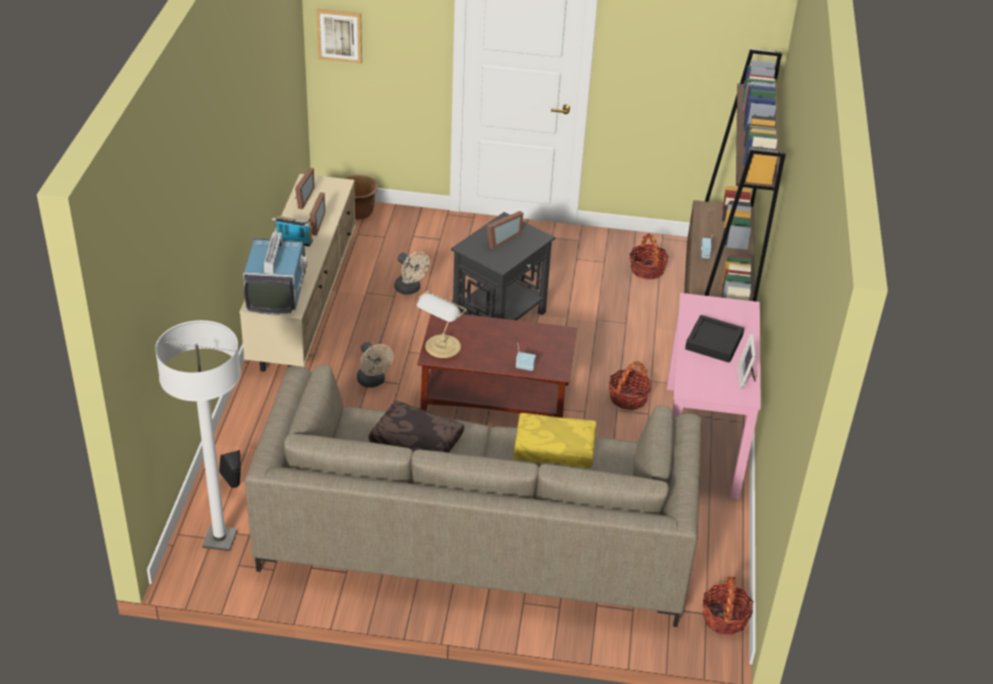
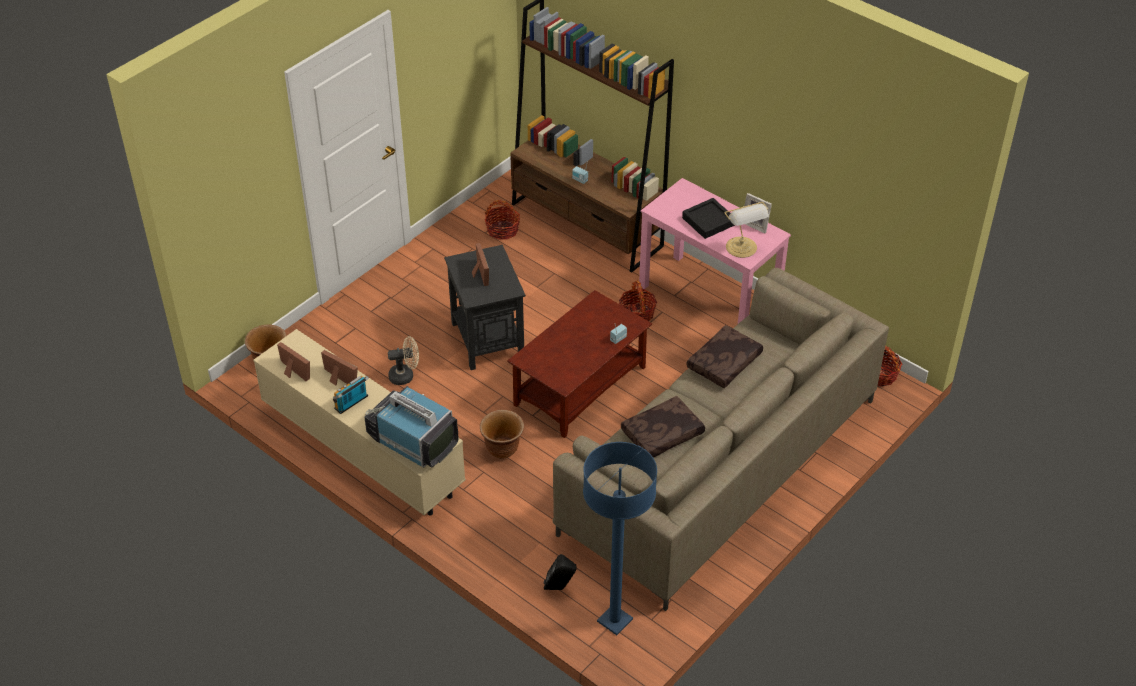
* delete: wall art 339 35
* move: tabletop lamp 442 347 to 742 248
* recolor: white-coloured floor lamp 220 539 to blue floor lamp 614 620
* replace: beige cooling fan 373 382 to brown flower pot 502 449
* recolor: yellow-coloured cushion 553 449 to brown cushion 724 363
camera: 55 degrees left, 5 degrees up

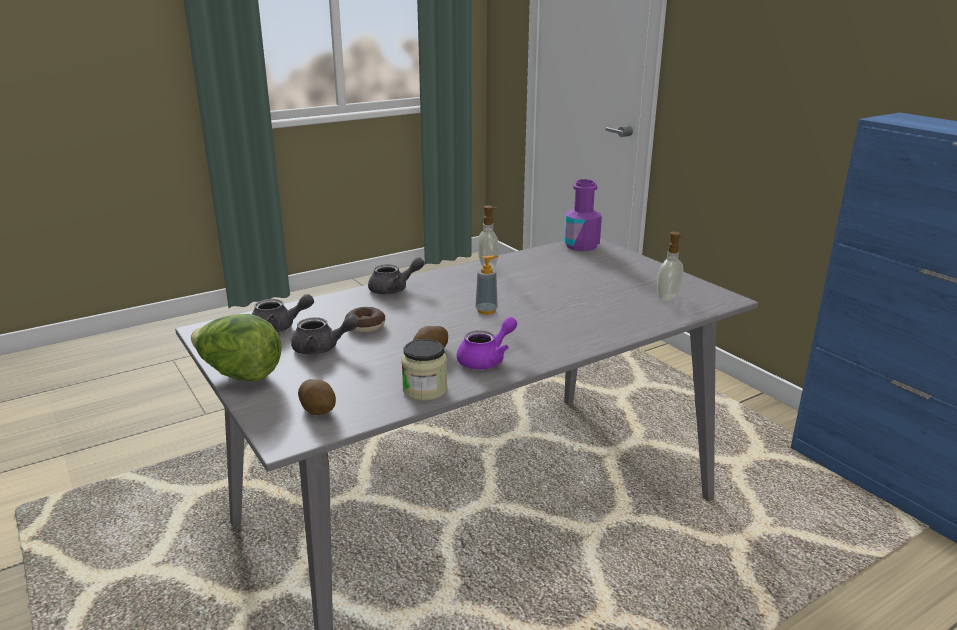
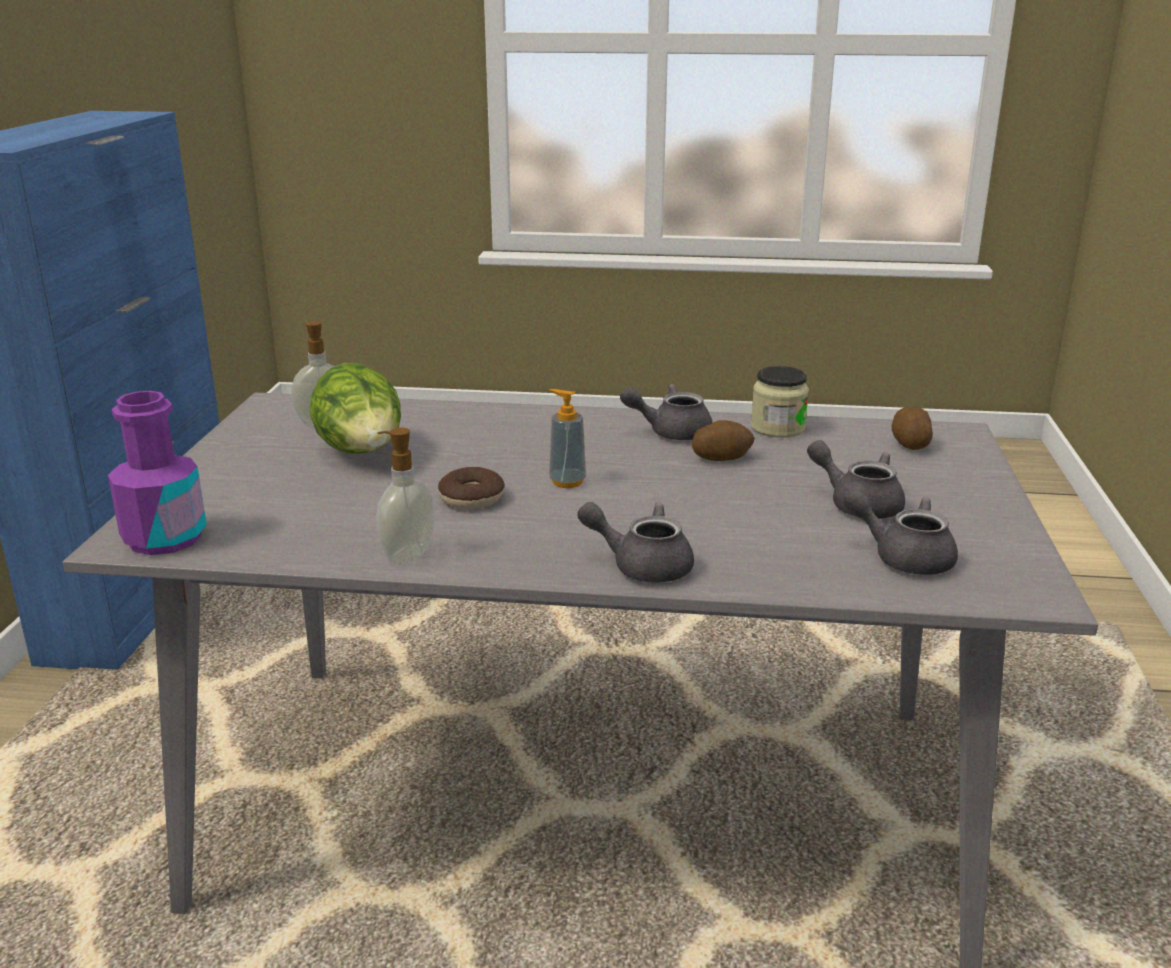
* move: donut 365 326 to 471 498
* move: head of lettuce 239 375 to 362 454
* recolor: purple pot for tea 487 360 to greyish pot for tea 671 432
camera: 140 degrees left, 0 degrees up

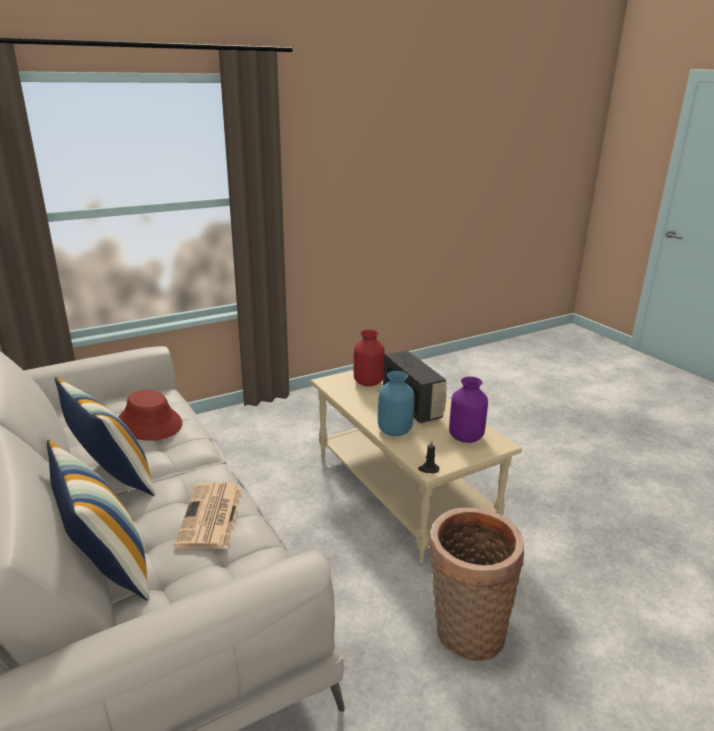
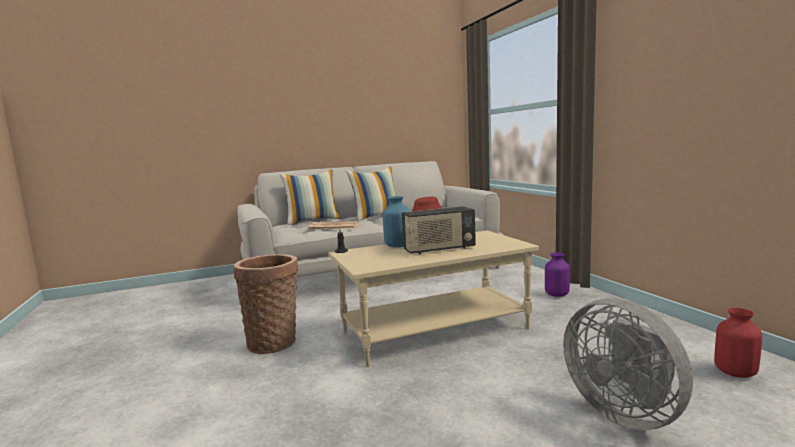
* move: reddish decorative vase 368 382 to 736 372
* move: purple decorative vase 466 437 to 557 294
* insert: greyish cooling fan 625 412
camera: 100 degrees right, 15 degrees down

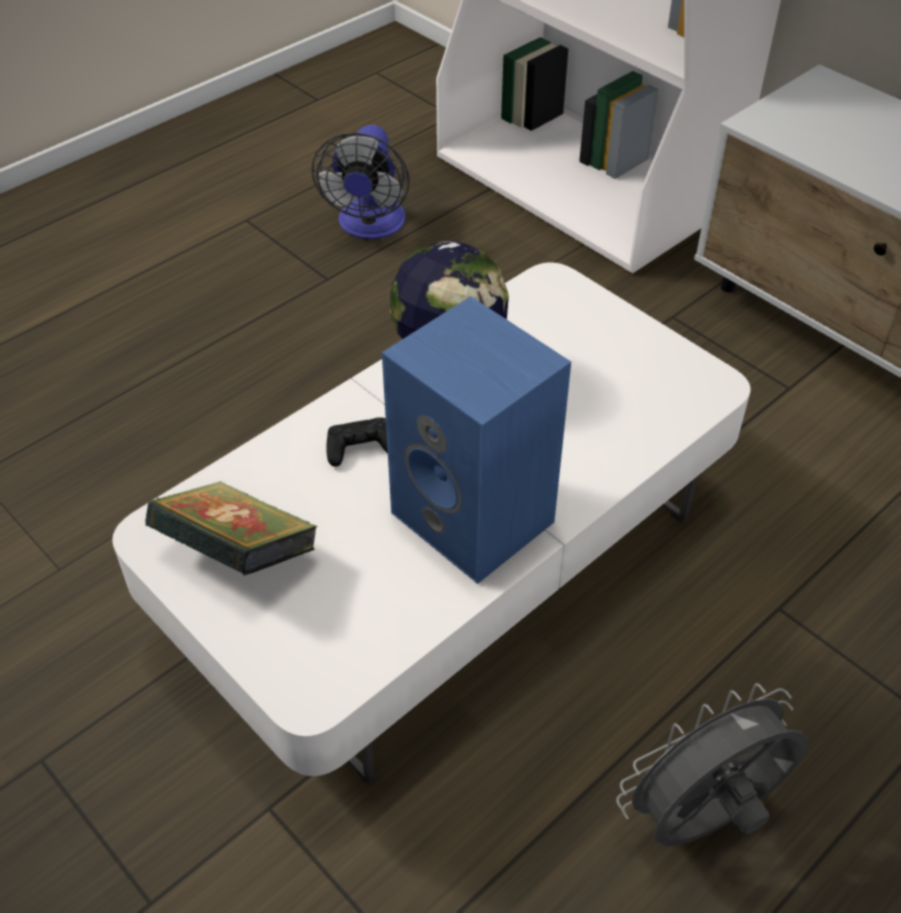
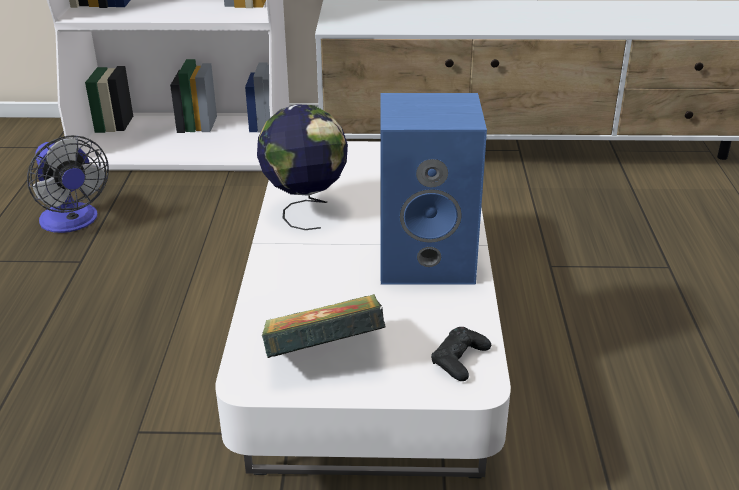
* move: black-coloured gamepad 361 448 to 459 359
* delete: greyish cooling fan 703 820
camera: 45 degrees left, 15 degrees down

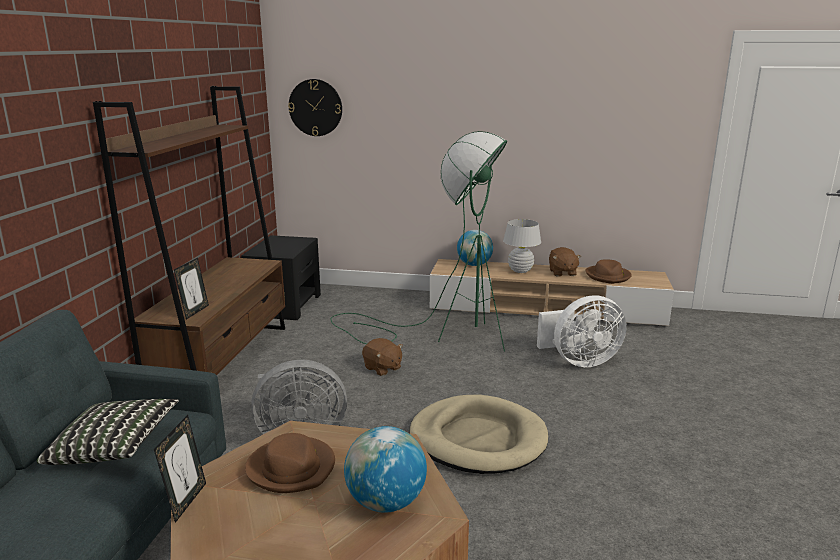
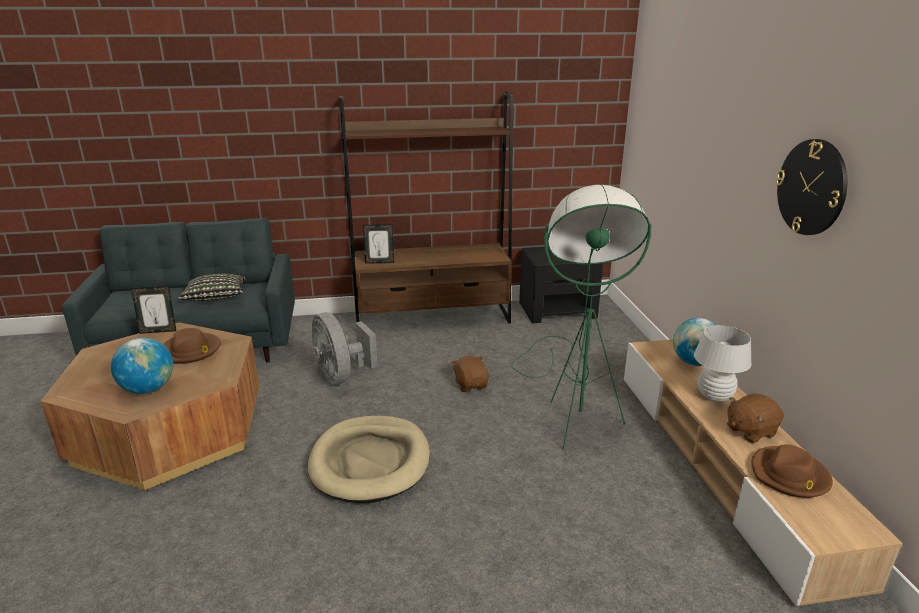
* move: hanging clock 315 107 to 811 187
* delete: white-coloured cooling fan 579 361
* rotate: brown plush toy 382 368 = 471 385 135 degrees clockwise
camera: 70 degrees right, 5 degrees up

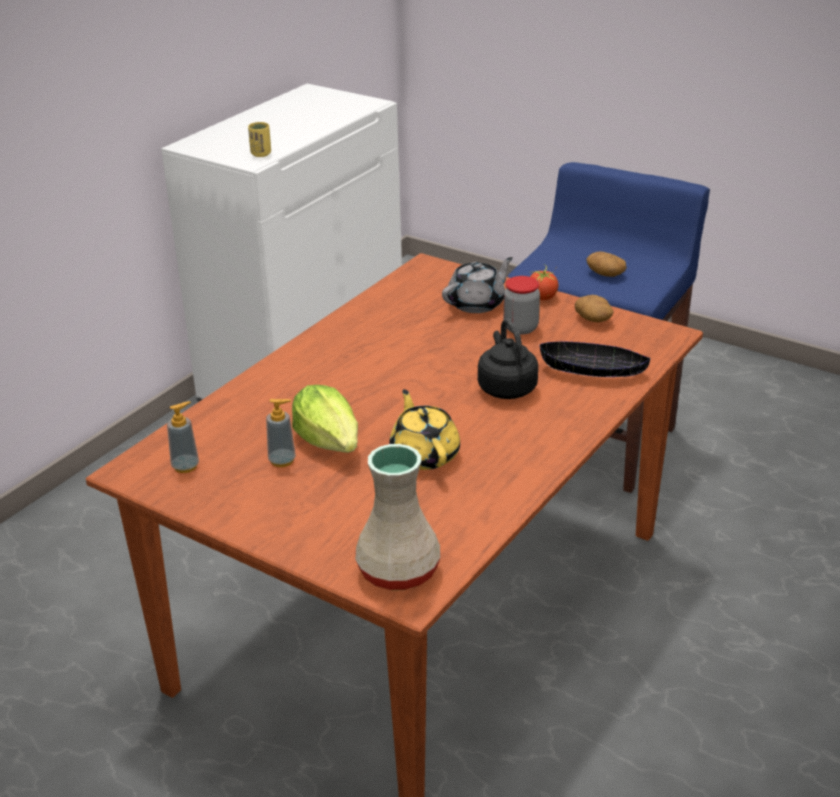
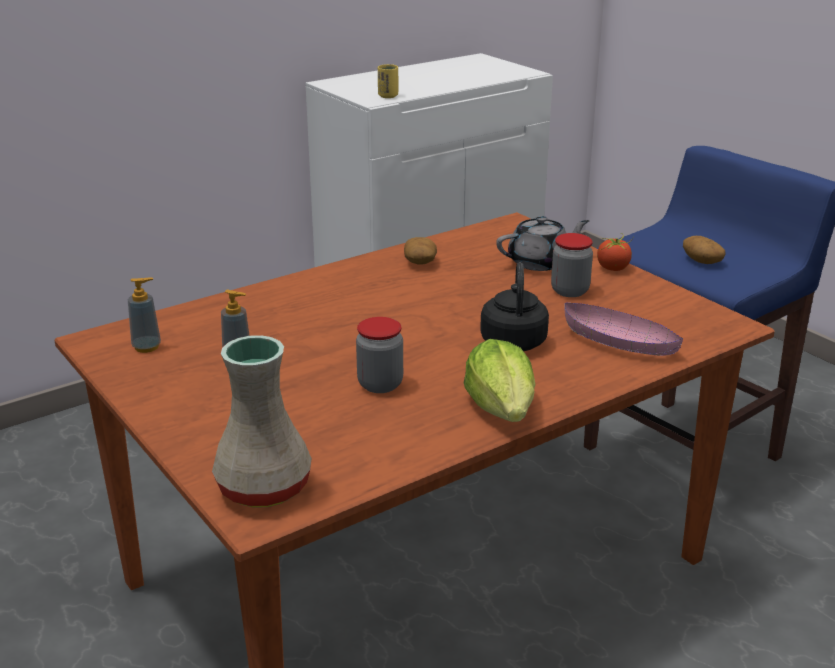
* move: whole potato 594 319 to 420 262
* recolor: black-coloured bowl 593 371 to pinkish bowl 619 343
* move: head of lettuce 330 442 to 502 409
* replace: yellow-coloured pot for tea 424 454 to storage jar 380 384
camera: 20 degrees right, 5 degrees down

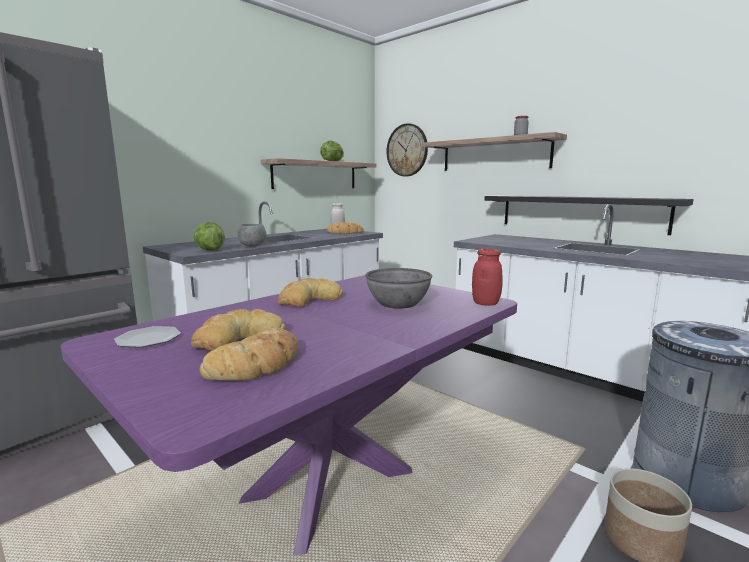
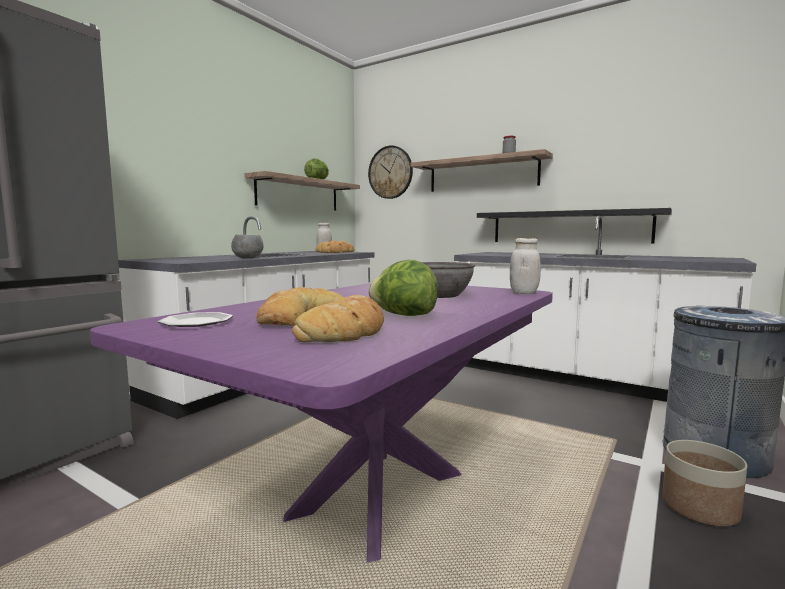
* move: head of lettuce 209 250 to 404 315
* recolor: reddish storage jar 485 303 to white-coloured storage jar 524 293
* delete: bread 309 300
camera: 10 degrees left, 5 degrees down

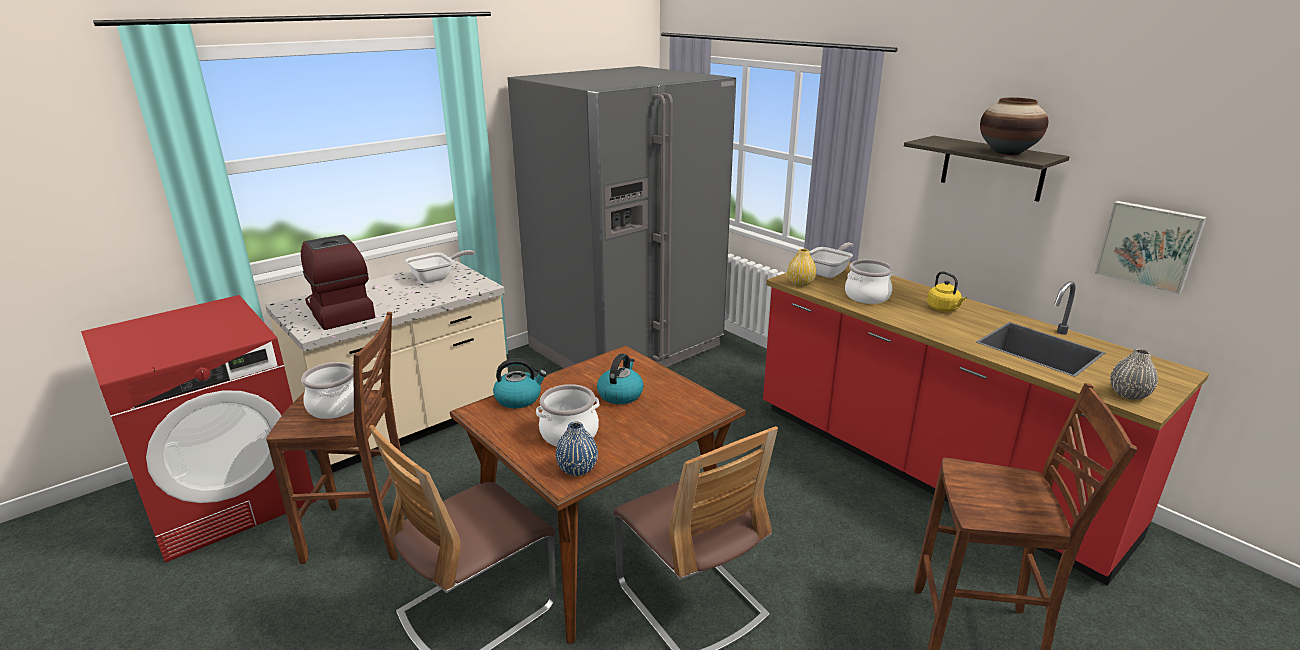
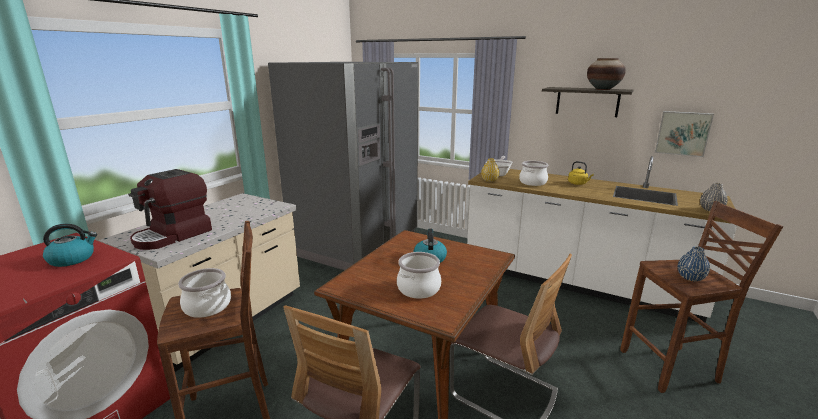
* rotate: coffee brewer 338 312 = 173 235 90 degrees counterclockwise
* delete: skillet 437 278
* recolor: reddish kitchen base unit 927 470 to white-coloured kitchen base unit 576 282
* move: tea kettle 519 398 to 72 259
* move: blue decorative vase 577 469 to 690 278
camera: 20 degrees left, 5 degrees down

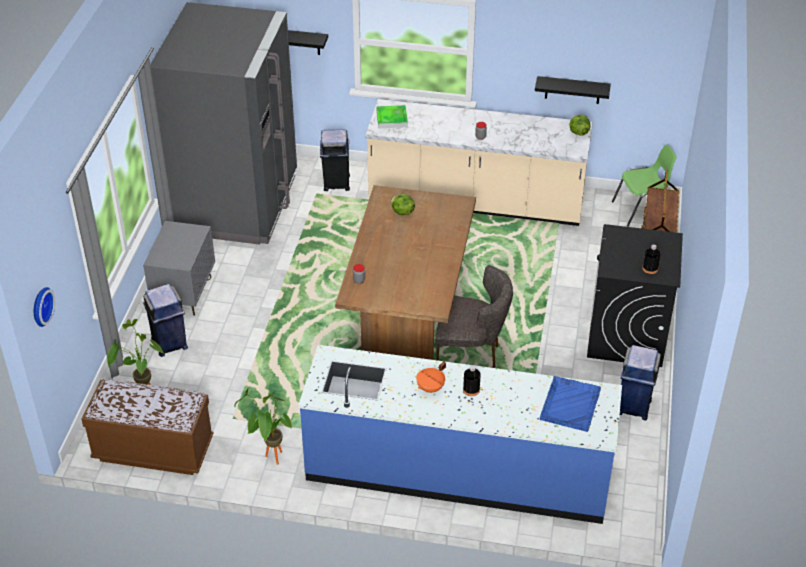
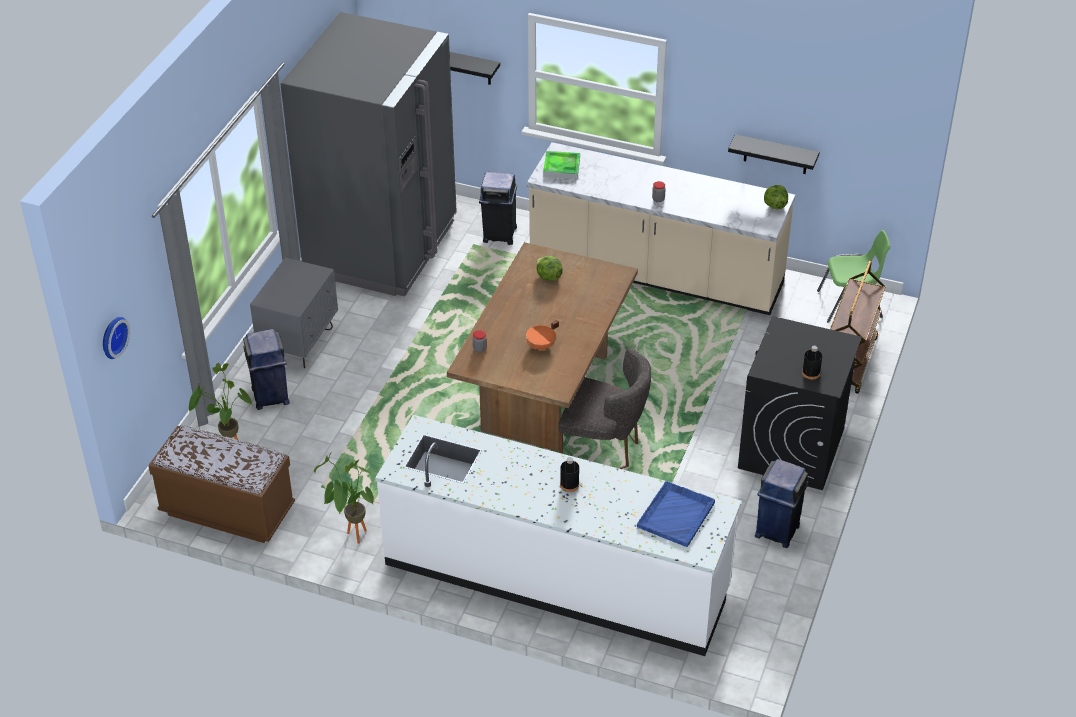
* recolor: blue kitchen base unit 458 471 to white-coloured kitchen base unit 556 576
* move: orangey stockpot 431 388 to 541 346
camera: 10 degrees right, 0 degrees up

